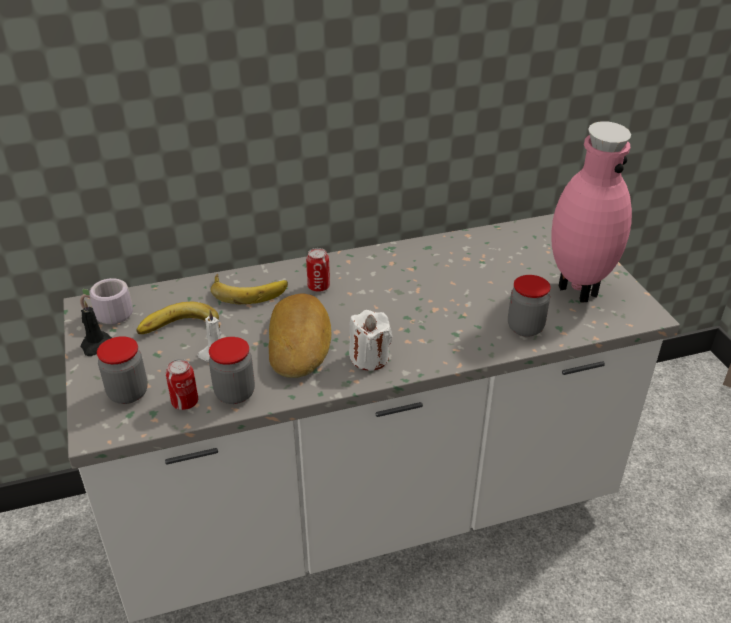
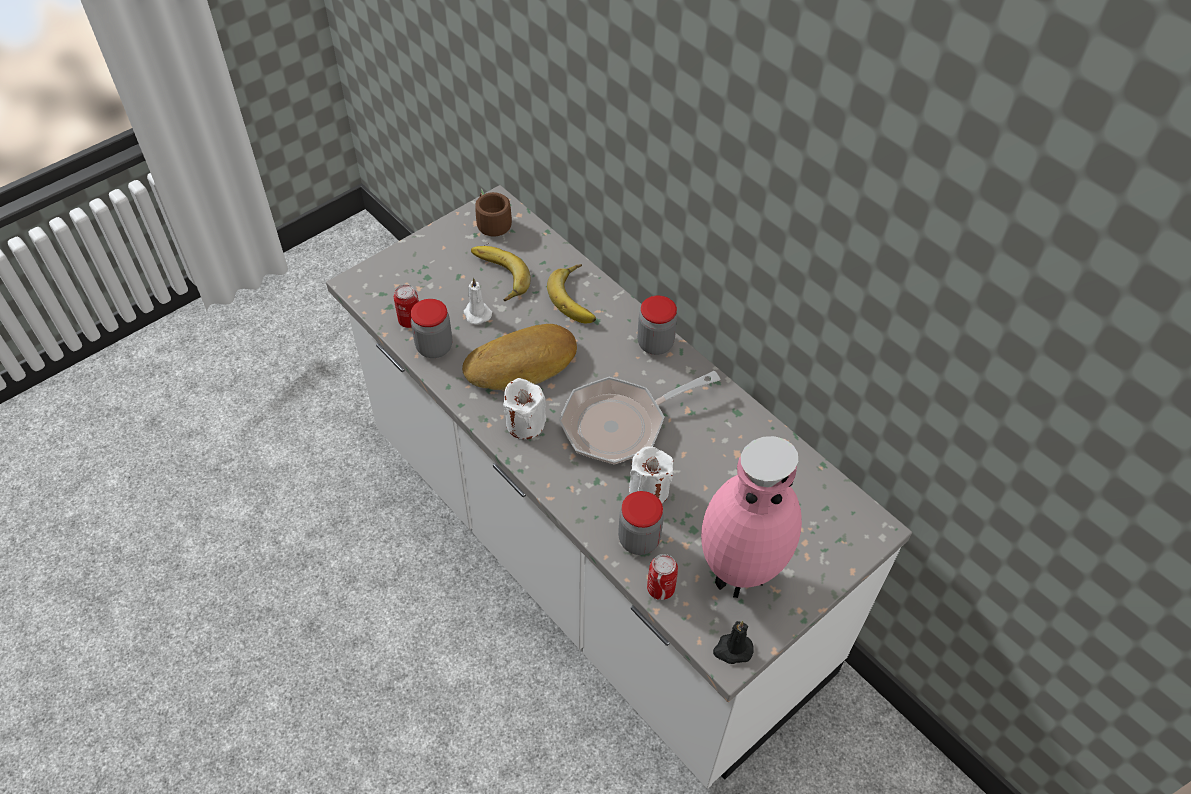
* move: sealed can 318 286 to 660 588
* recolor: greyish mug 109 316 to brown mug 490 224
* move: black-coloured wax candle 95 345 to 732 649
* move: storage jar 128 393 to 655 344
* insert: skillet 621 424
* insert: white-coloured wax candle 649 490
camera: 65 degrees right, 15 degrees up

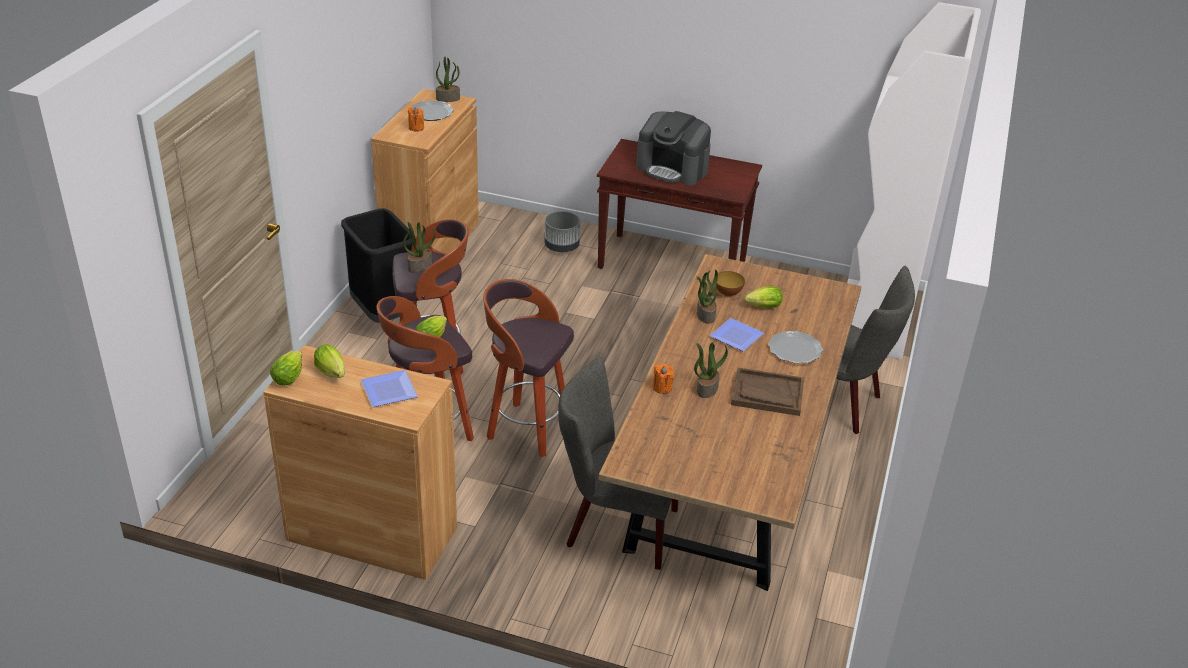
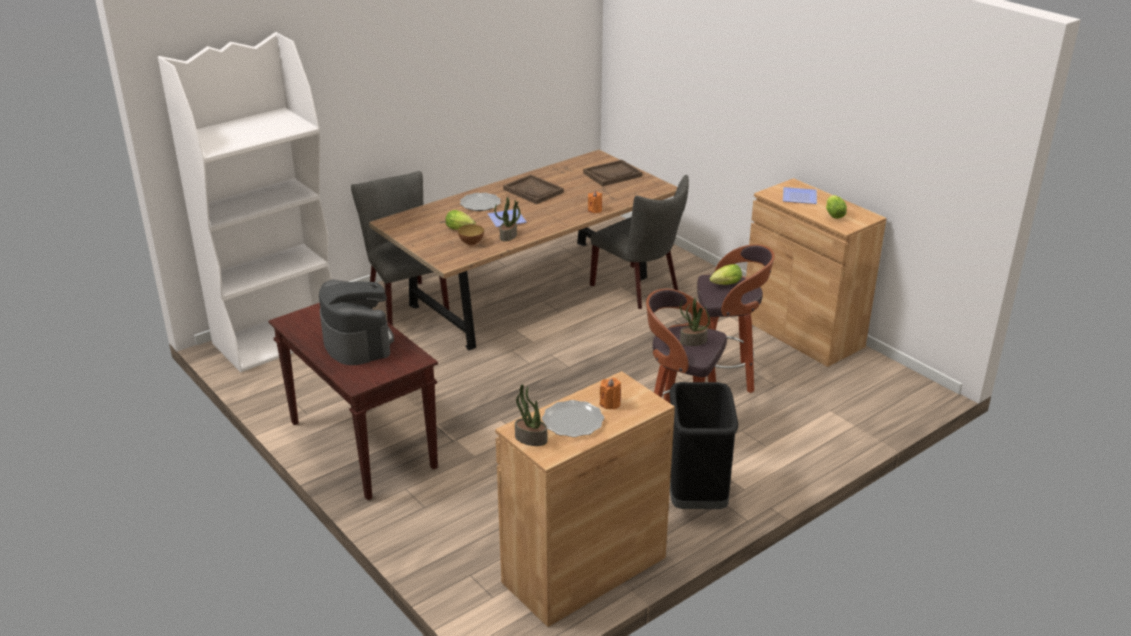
* delete: greyish flower pot 562 247
* delete: stool 526 429
* delete: houseplant 707 388
* delete: head of lettuce 290 376
* insert: brown tray 612 174
camera: 145 degrees left, 5 degrees down

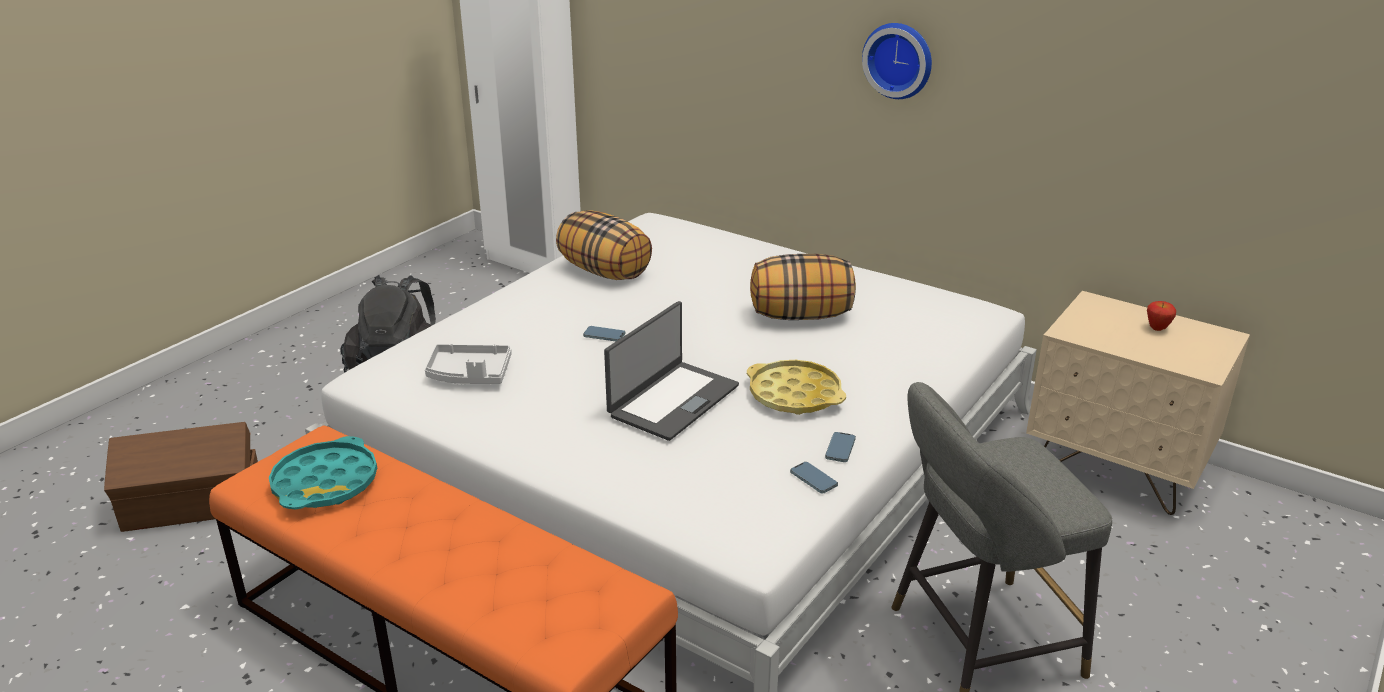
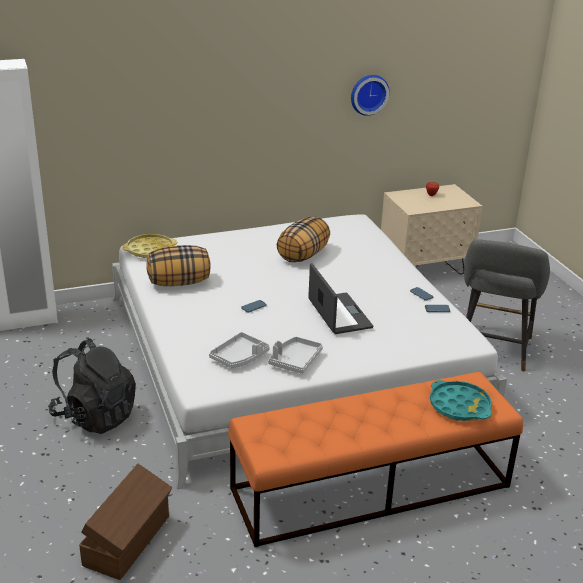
* move: hanging clock 899 59 to 368 94
* move: yellow-coloured tray 794 394 to 150 250
* move: blue-green tray 325 483 to 459 406
* insert: greyish tray 295 361
camera: 55 degrees left, 0 degrees up

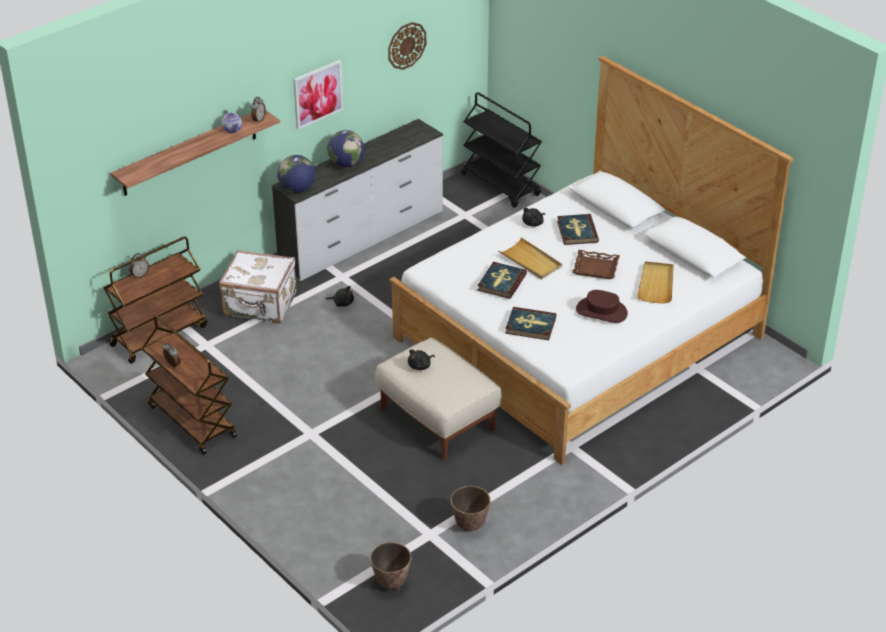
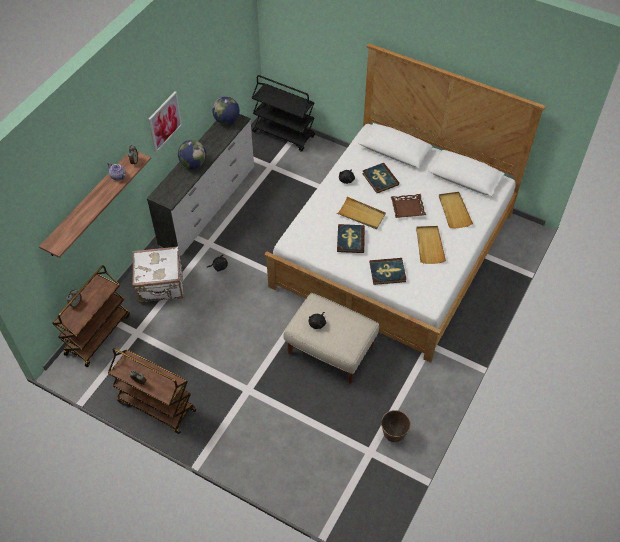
* delete: hanging clock 406 45
* move: globe 297 189 to 227 120
* replace: brown clothing hat 601 311 to beige tray 429 245
* delete: flower pot 391 583
camera: 20 degrees left, 15 degrees up

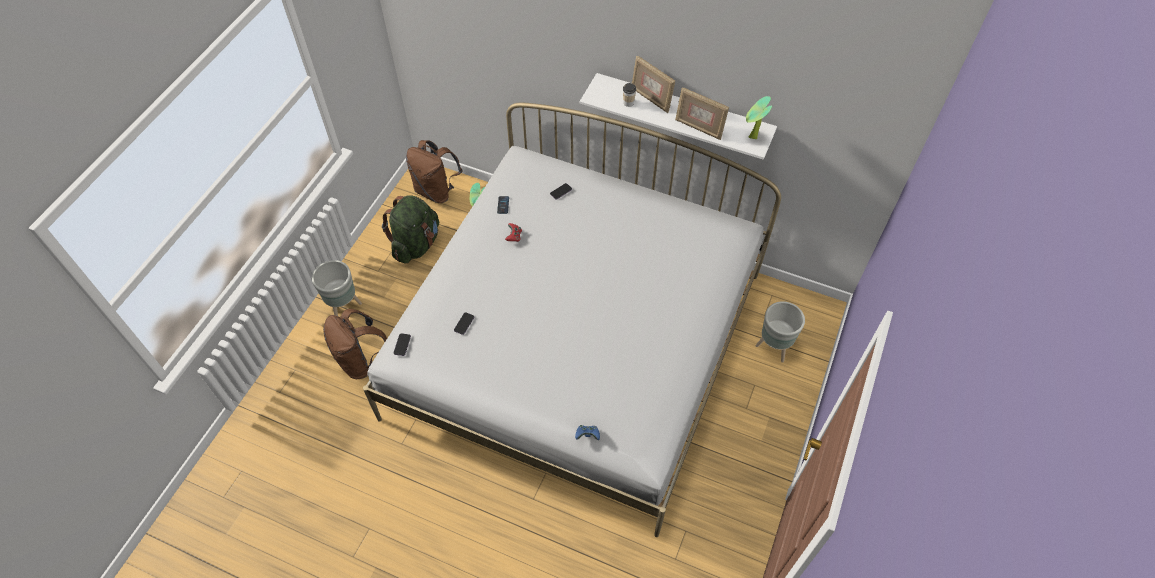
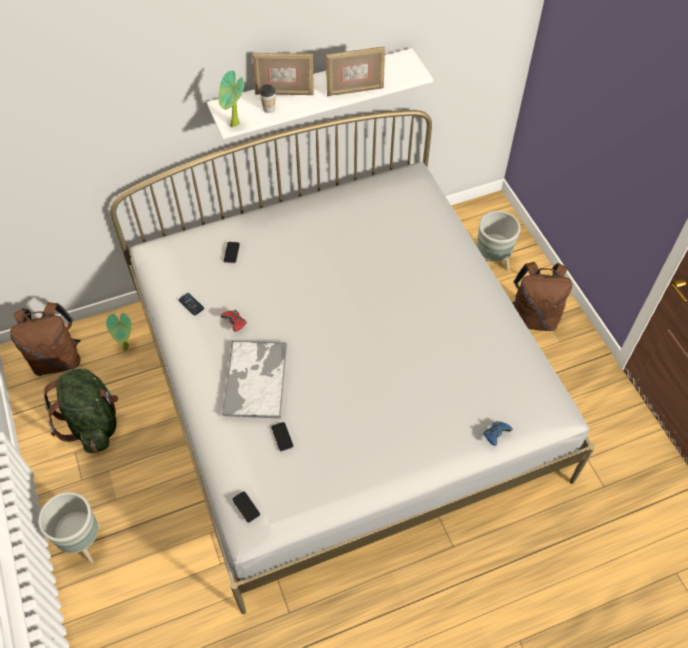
* move: houseplant 751 138 to 235 126
* move: brown backpack 362 360 to 533 317
* insert: tray 255 378
camera: 45 degrees left, 0 degrees up

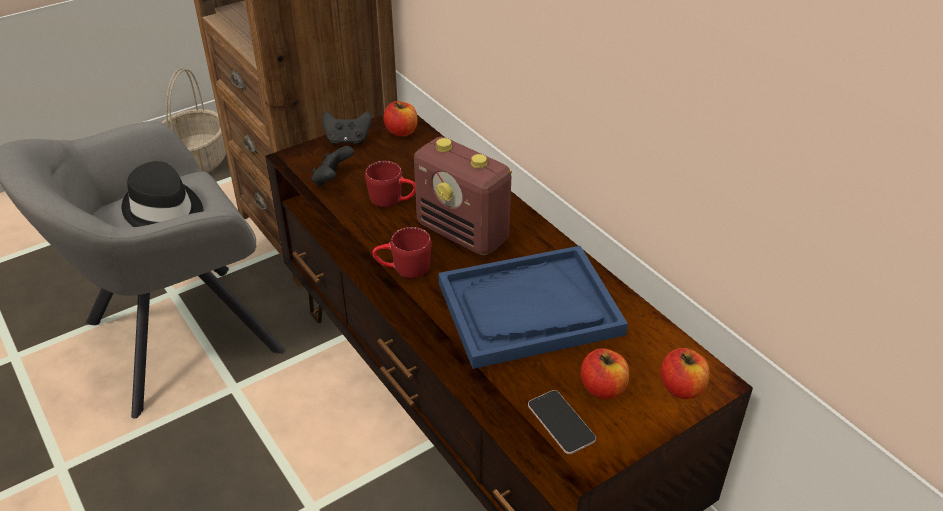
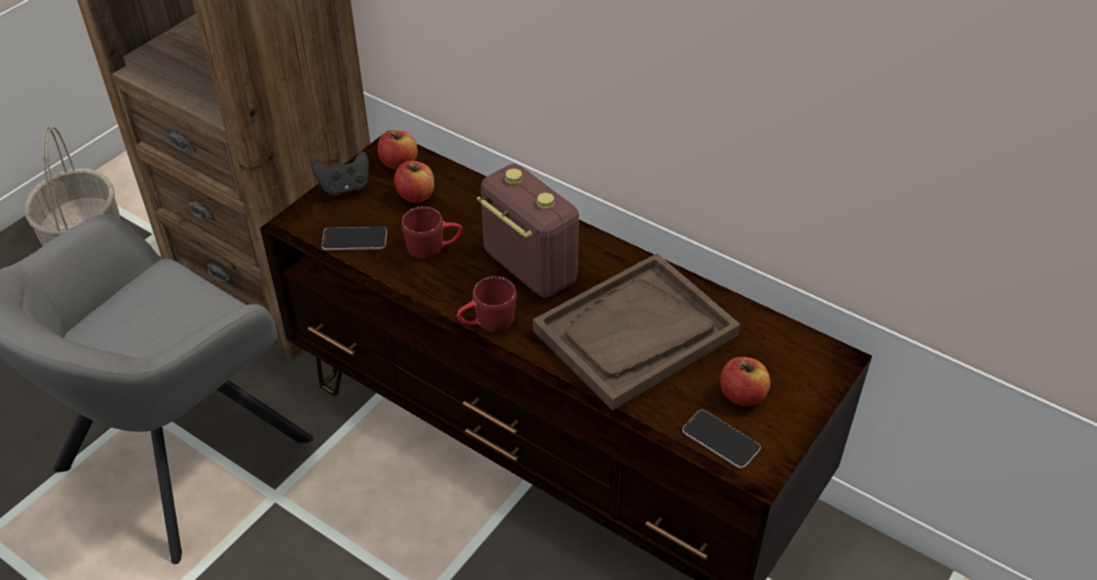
* rotate: radio 463 233 = 528 267 150 degrees counterclockwise
* replace: black-coloured gamepad 332 180 to handset 354 239
* delete: black-coloured clothing hat 164 212
* recolor: blue tray 529 309 to brown tray 635 333
* move: whole apple 682 388 to 416 195
camera: 20 degrees left, 5 degrees up

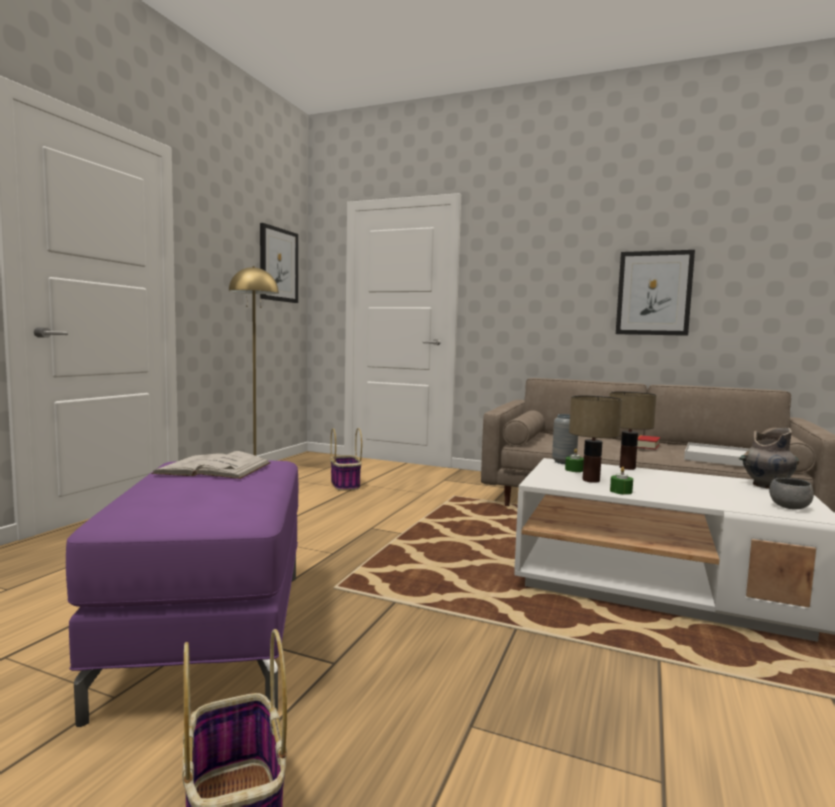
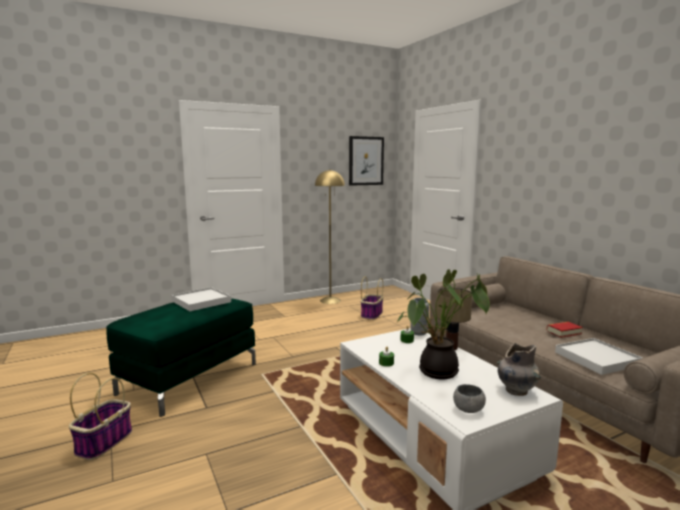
* delete: wall art 654 293
* delete: tabletop lamp 590 480
* replace: white-coloured bound book 214 468 to white-coloured tray 201 301
* recolor: purple pouffe 211 633 to green-coloured pouffe 190 378
* insert: houseplant 437 373
camera: 40 degrees right, 5 degrees up

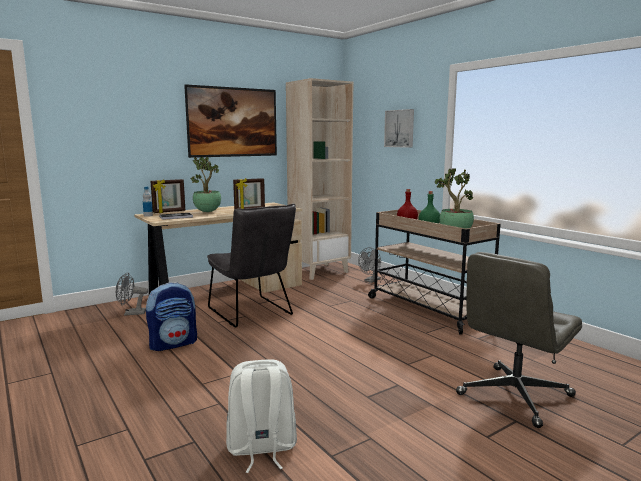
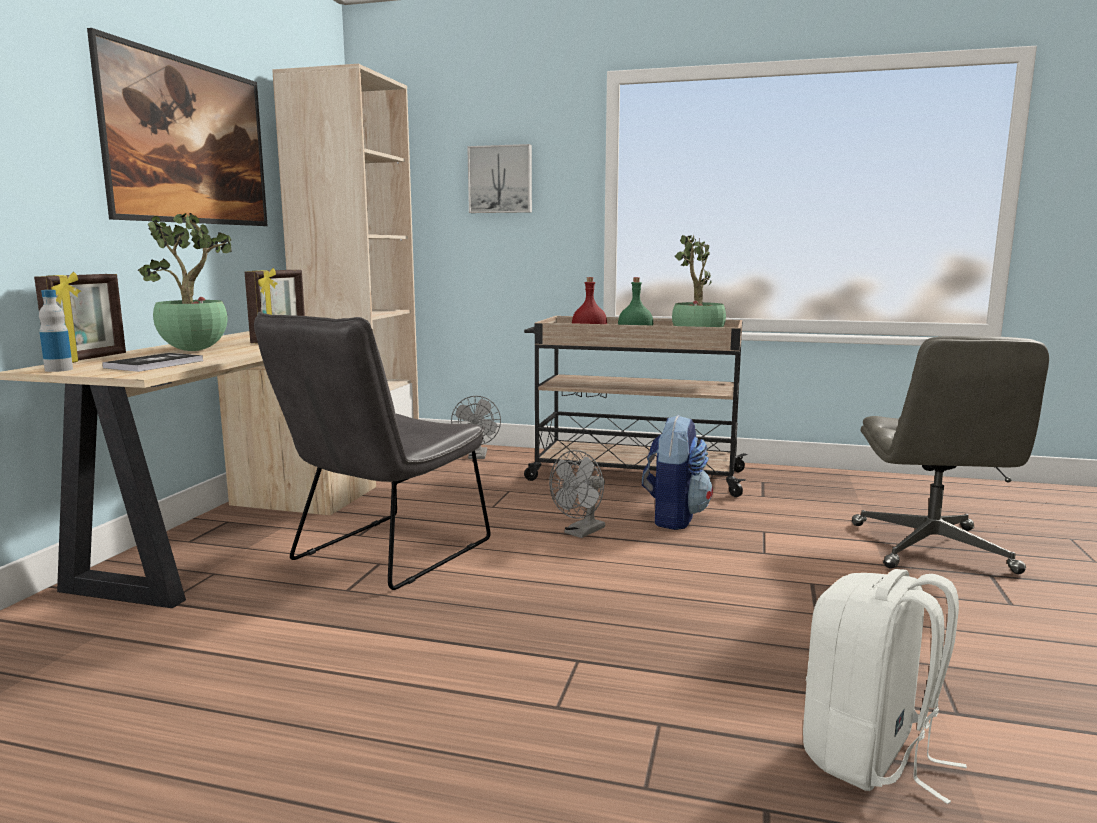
* rotate: greyish plain chair 252 313 = 383 555 105 degrees clockwise
* move: greyish cooling fan 131 313 to 581 533
* move: backpack 173 344 to 674 517
camera: 40 degrees left, 0 degrees up

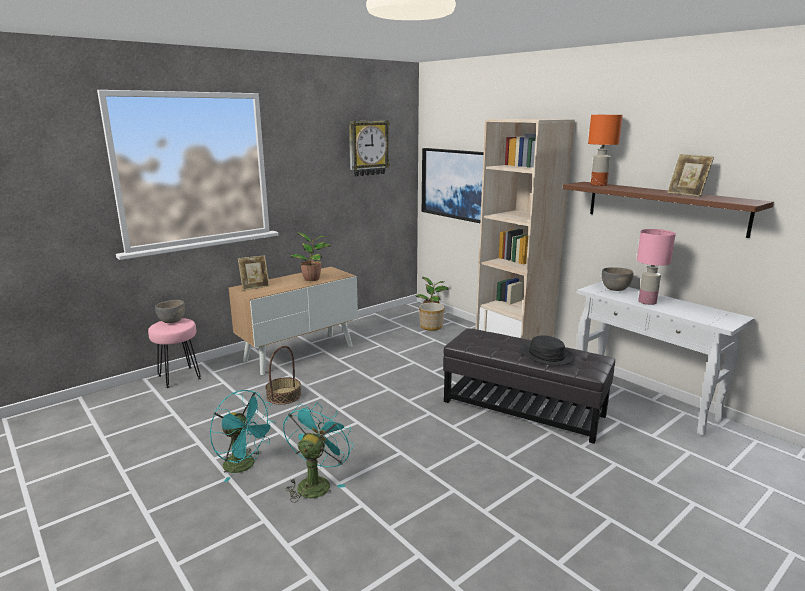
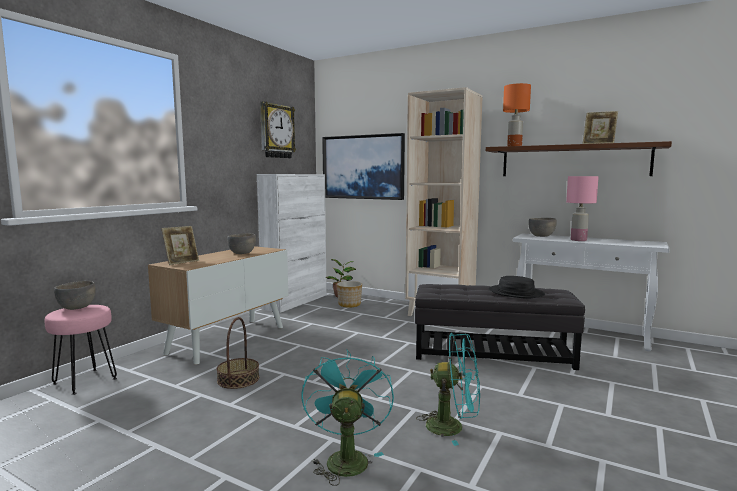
* replace: houseplant 312 279 to greyish bowl 242 253
* move: blue-green cooling fan 245 466 to 453 427
* insert: white-coloured storage cabinet 296 301
camera: 20 degrees left, 10 degrees down

